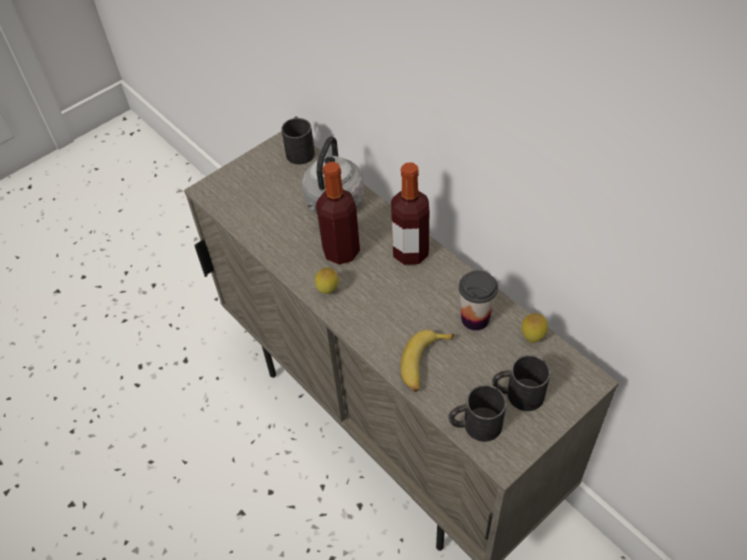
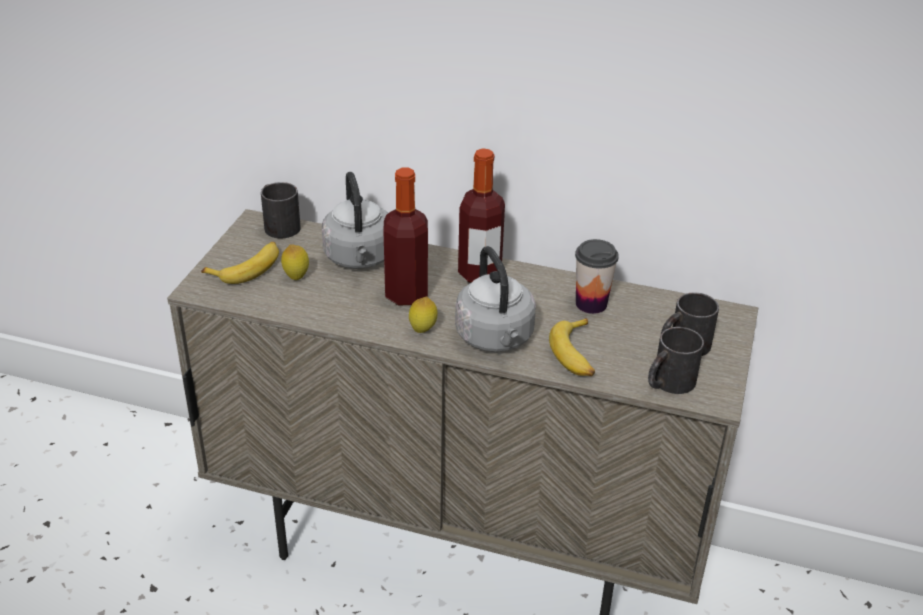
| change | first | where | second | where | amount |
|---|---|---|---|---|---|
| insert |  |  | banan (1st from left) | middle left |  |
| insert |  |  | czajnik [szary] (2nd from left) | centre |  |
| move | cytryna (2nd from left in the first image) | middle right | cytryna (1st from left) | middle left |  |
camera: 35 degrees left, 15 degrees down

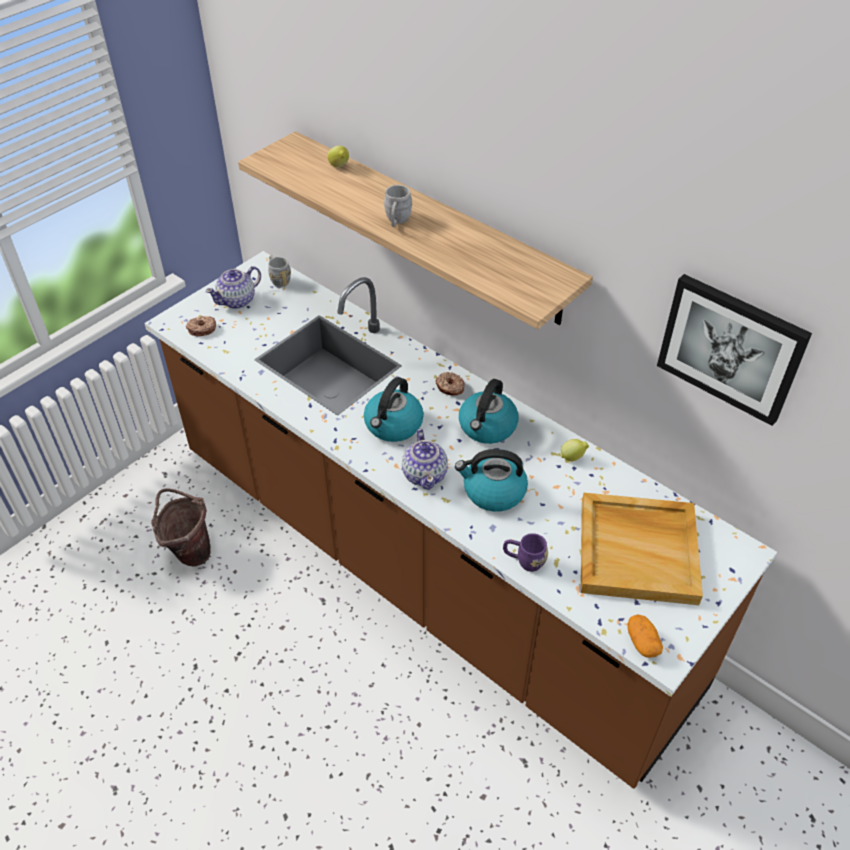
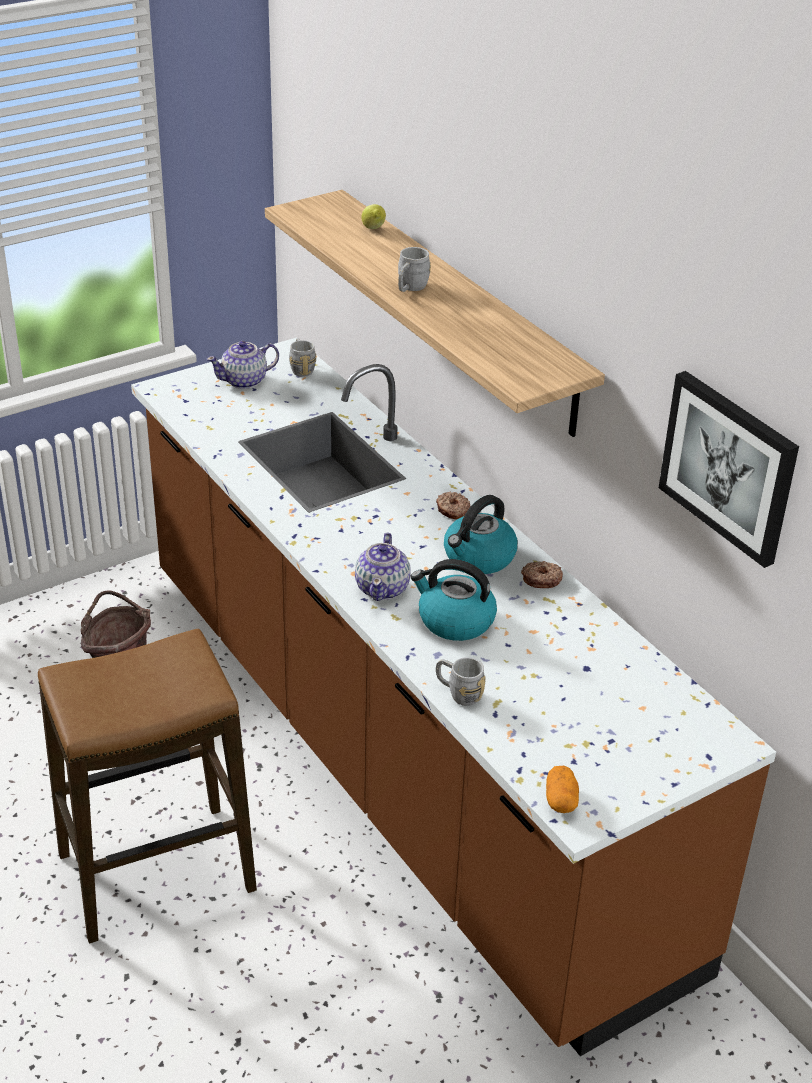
| change | first | where | second | where | amount |
|---|---|---|---|---|---|
| delete | czajnik (1st from left) | centre |  |  |  |
| delete | cytryna (2nd from left) | middle right |  |  |  |
| delete | taca [beżowy] | middle right |  |  |  |
| insert |  |  | stołek | bottom left |  |
| move | donut (1st from left in the first image) | middle left | donut (2nd from left) | middle right |  |
| recolor | kubek [fioletowy] | centre | kubek [szary] (3rd from left) | centre |  |
camera: 15 degrees right, 10 degrees down

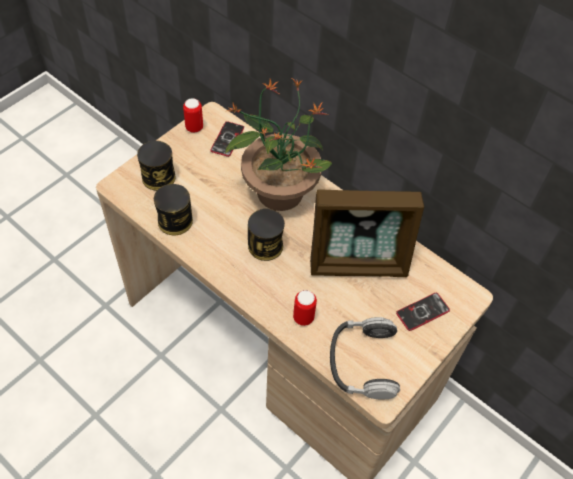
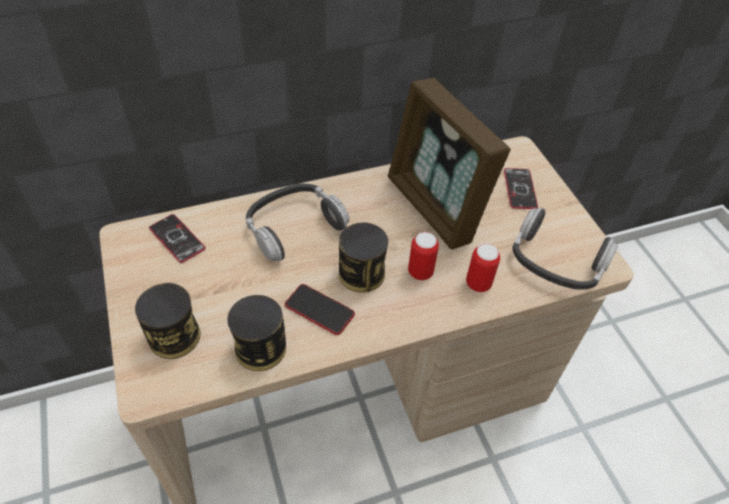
| change | first | where | second | where | amount |
|---|---|---|---|---|---|
| insert |  |  | telefon (2nd from left) | centre |  |
| move | puszka (3rd from left in the first image) | top centre | puszka (4th from left) | centre |  |
| replace | roślina doniczkowa | top centre | słuchawki (1st from left) | centre |  |
| rotate | ramka na zdjęcie | centre |  | top centre | 120 degrees clockwise |
camera: 60 degrees left, 5 degrees down

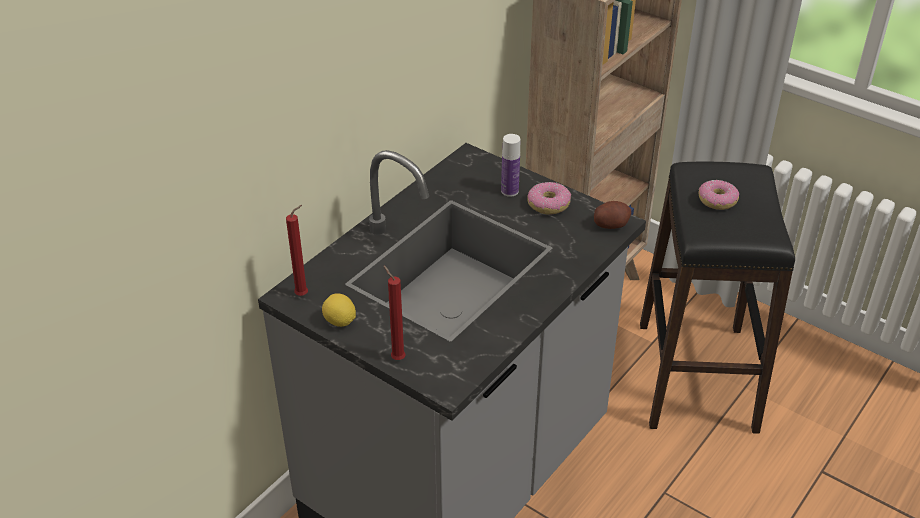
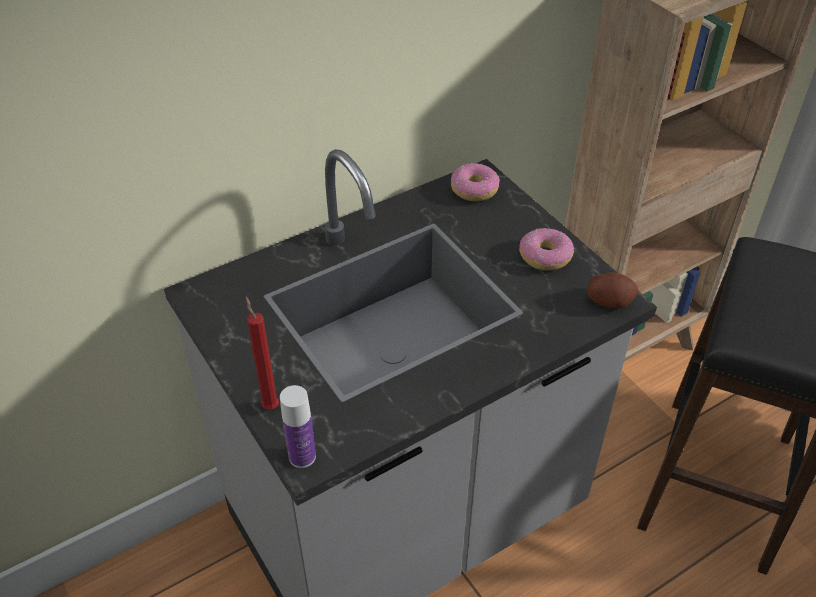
| change | first | where | second | where | amount |
|---|---|---|---|---|---|
| delete | świeca [czerwony] (1st from left) | middle left |  |  |  |
| delete | cytryna | centre |  |  |  |
| move | butelka | top centre |  | bottom centre |  |
| move | donut (2nd from left in the first image) | middle right | donut (1st from left) | top centre |  |
camera: 20 degrees right, 5 degrees up

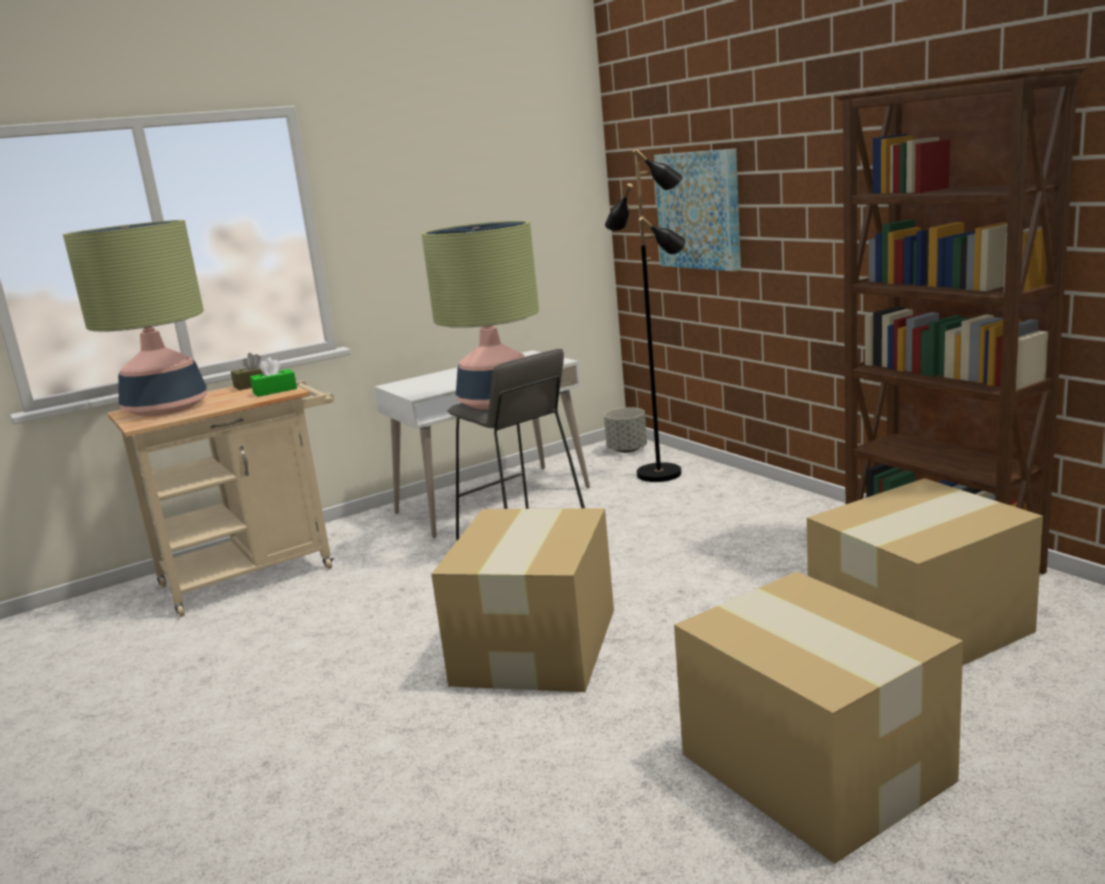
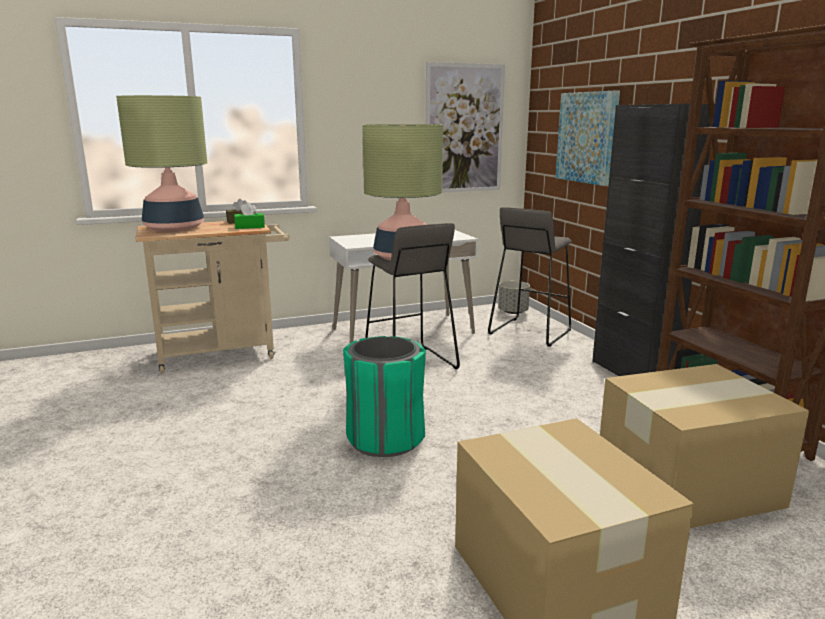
| change | first | where | second | where | amount |
|---|---|---|---|---|---|
| insert |  |  | obraz (1st from left) | top centre |  |
| insert |  |  | szafka [czarny] | middle right |  |
| replace | karton (1st from left) | bottom centre | kosz na śmieci [zielony] | centre |  |
| replace | lampa stojąca [czarny] | centre | stołek [szary] (2nd from left) | centre |  |
camera: 10 degrees right, 0 degrees up

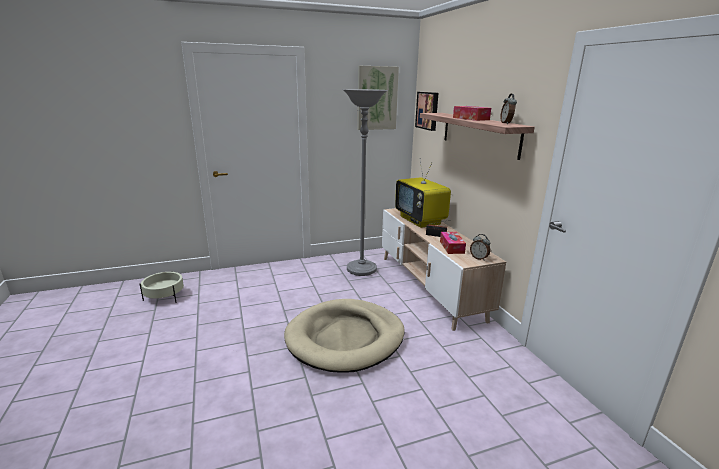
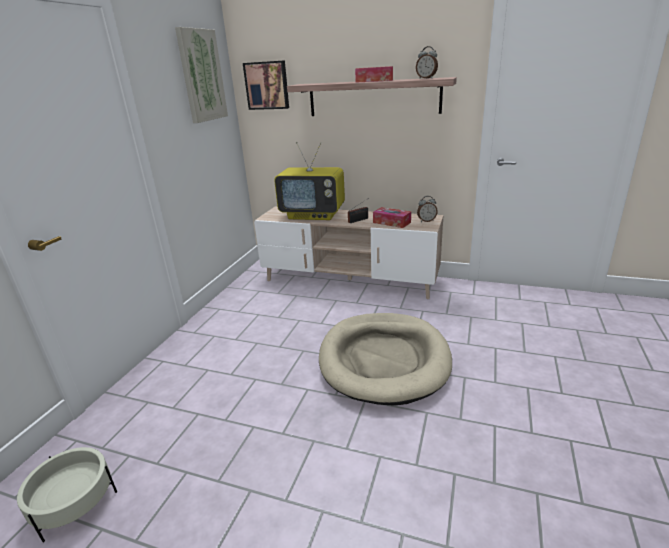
| change | first | where | second | where | amount |
|---|---|---|---|---|---|
| delete | lampa stojąca [szary] | centre |  |  |  |
camera: 50 degrees left, 5 degrees up

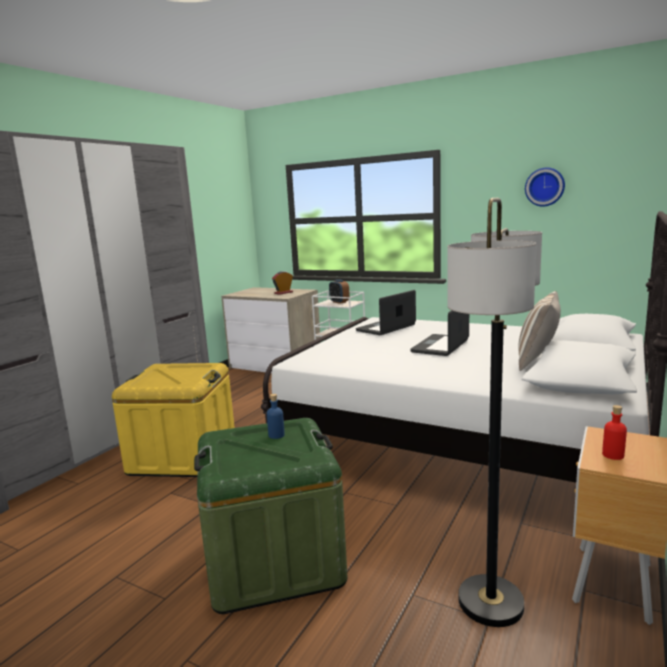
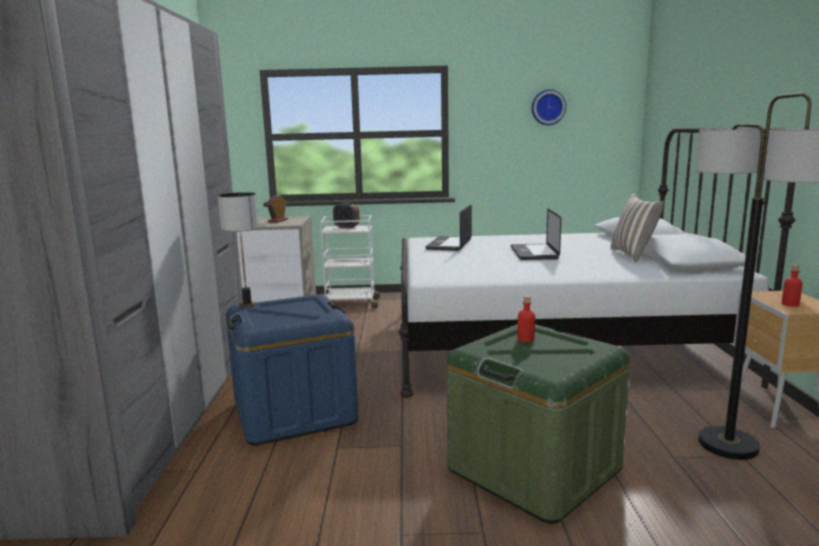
| change | first | where | second | where | amount |
|---|---|---|---|---|---|
| insert |  |  | lampa stołowa | middle left |  |
| recolor | pojemnik do przechowywania [żółty] | middle left | pojemnik do przechowywania [niebieski] | bottom centre |  |
| recolor | butelka [niebieski] | centre | butelka [czerwony] (1st from left) | centre |  |
camera: 30 degrees left, 0 degrees up

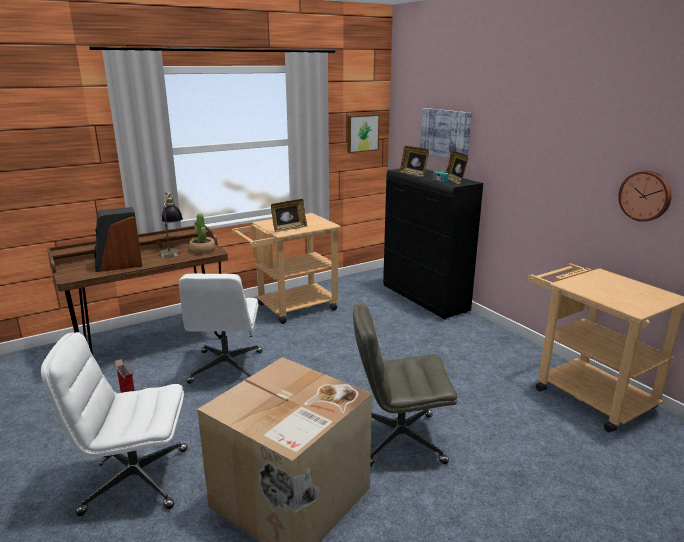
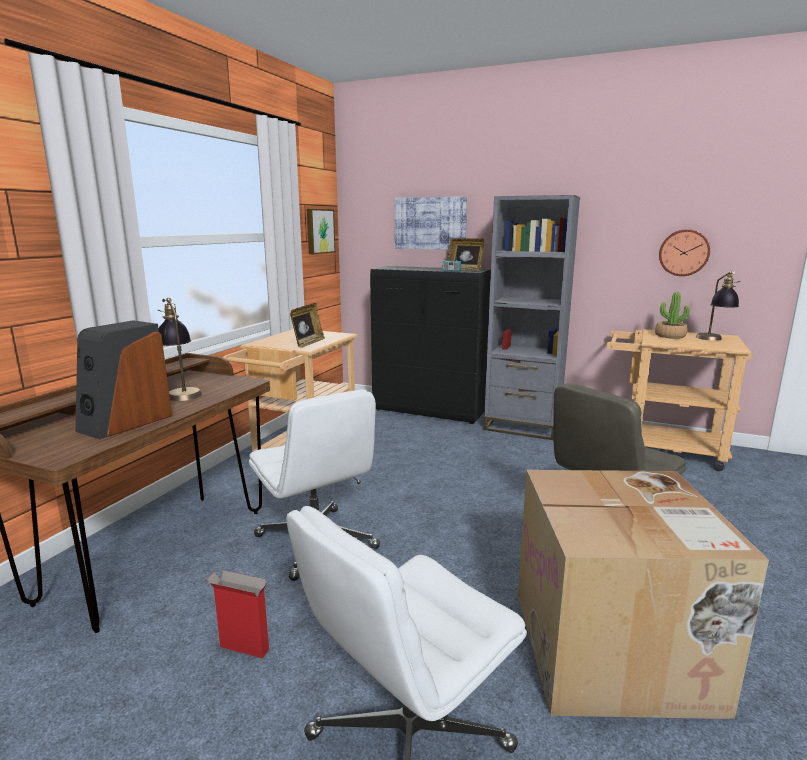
| change | first | where | second | where | amount |
|---|---|---|---|---|---|
| delete | ramka na zdjęcie (2nd from left) | top centre |  |  |  |
| insert |  |  | regał [szary] | centre |  |
| insert |  |  | lampa stołowa (2nd from left) | middle right |  |
| move | roślina doniczkowa | middle left |  | middle right |  |
camera: 35 degrees left, 5 degrees down

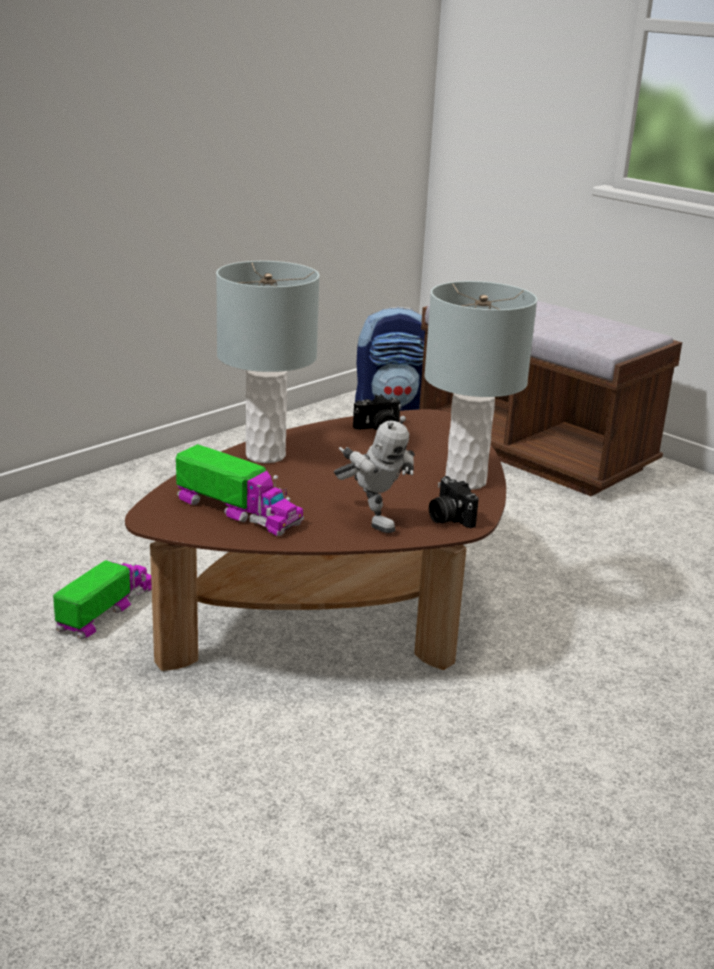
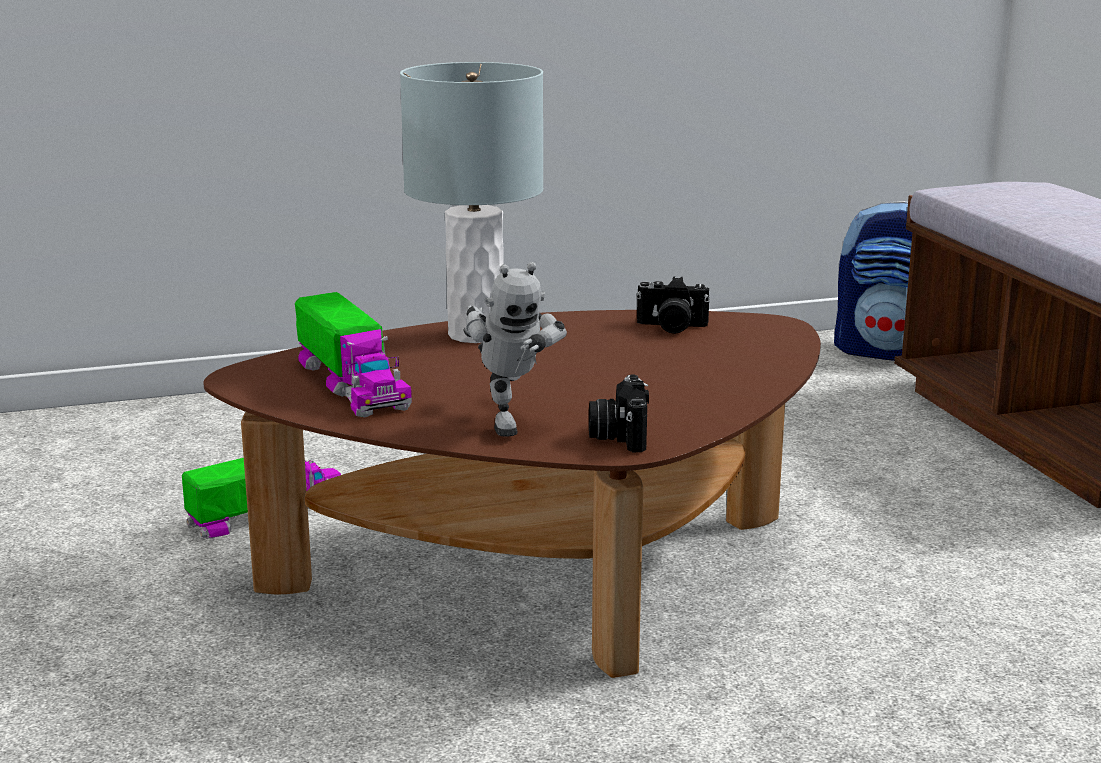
| change | first | where | second | where | amount |
|---|---|---|---|---|---|
| delete | lampa stołowa [szary] (2nd from left) | middle right |  |  |  |
camera: 30 degrees right, 5 degrees down

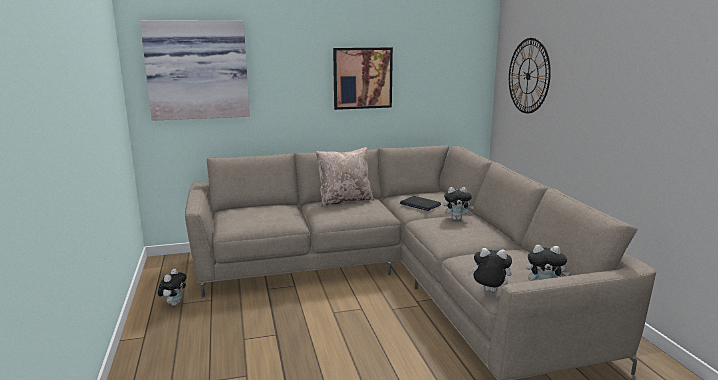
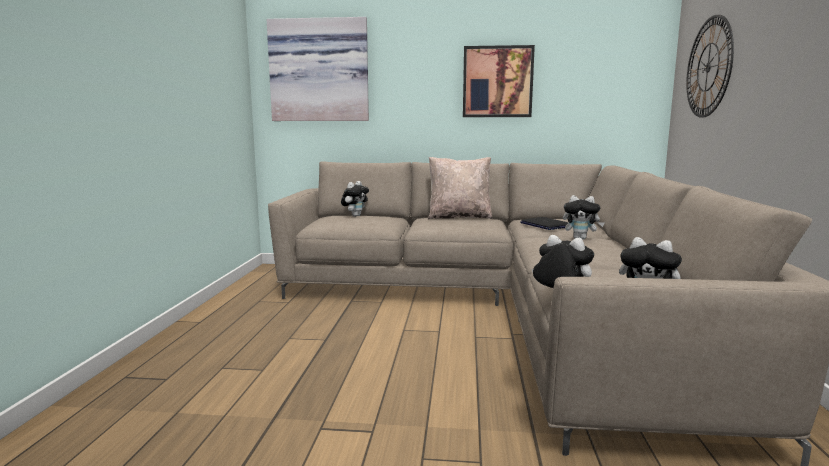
| change | first | where | second | where | amount |
|---|---|---|---|---|---|
| move | pluszak (1st from left) | bottom left |  | centre |  |
camera: 20 degrees right, 5 degrees down

